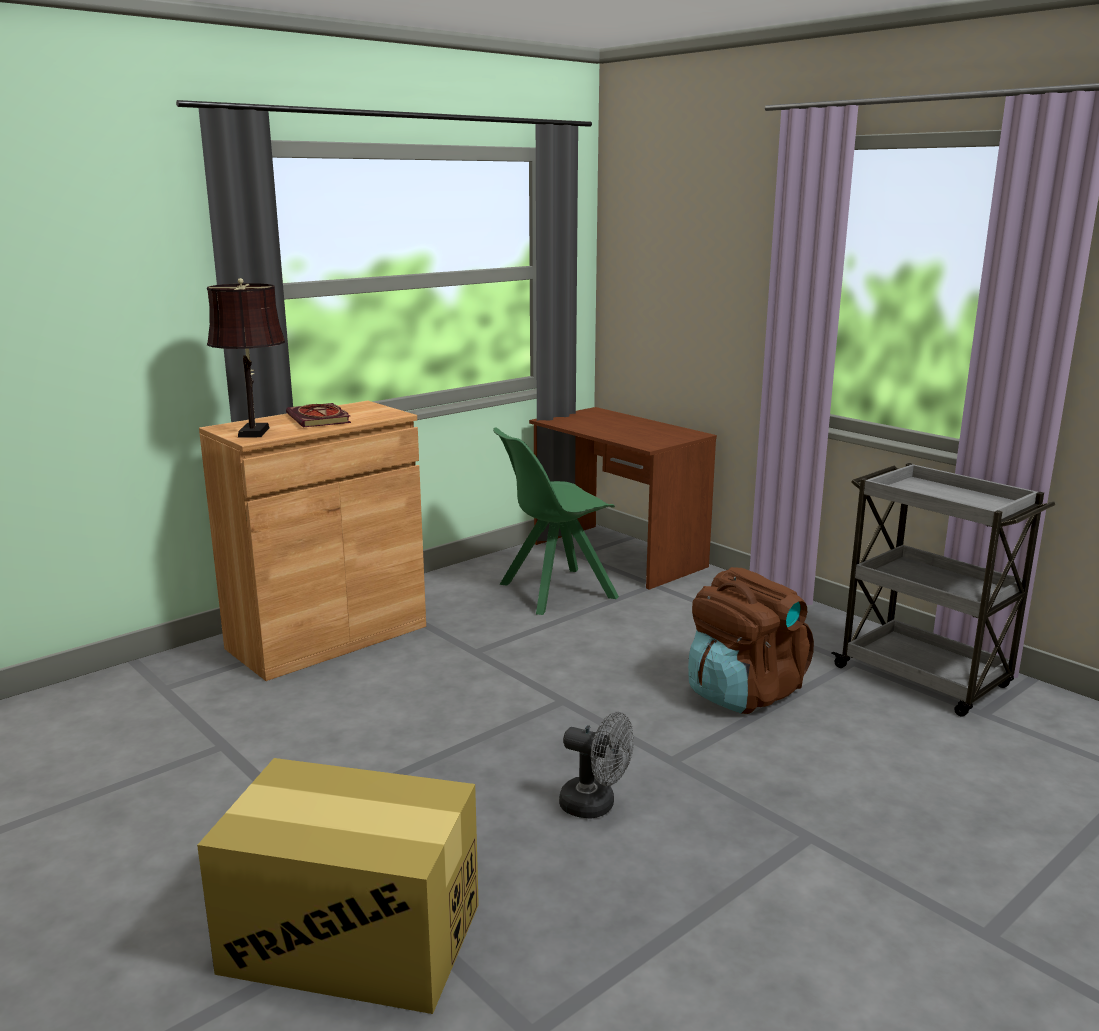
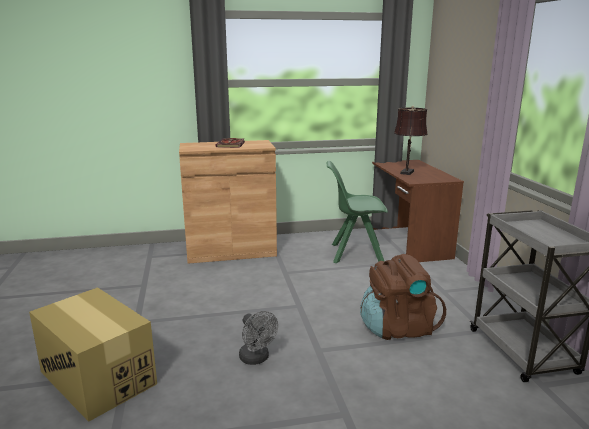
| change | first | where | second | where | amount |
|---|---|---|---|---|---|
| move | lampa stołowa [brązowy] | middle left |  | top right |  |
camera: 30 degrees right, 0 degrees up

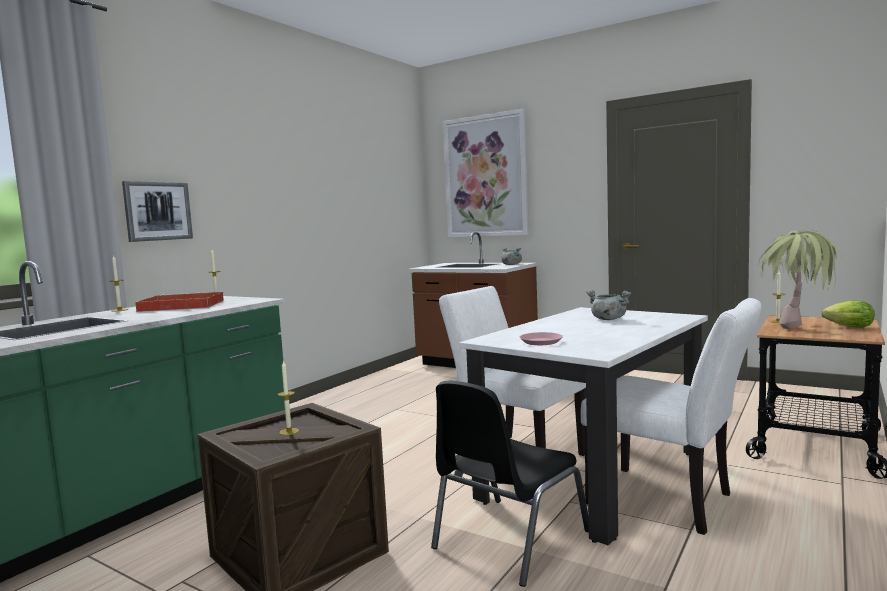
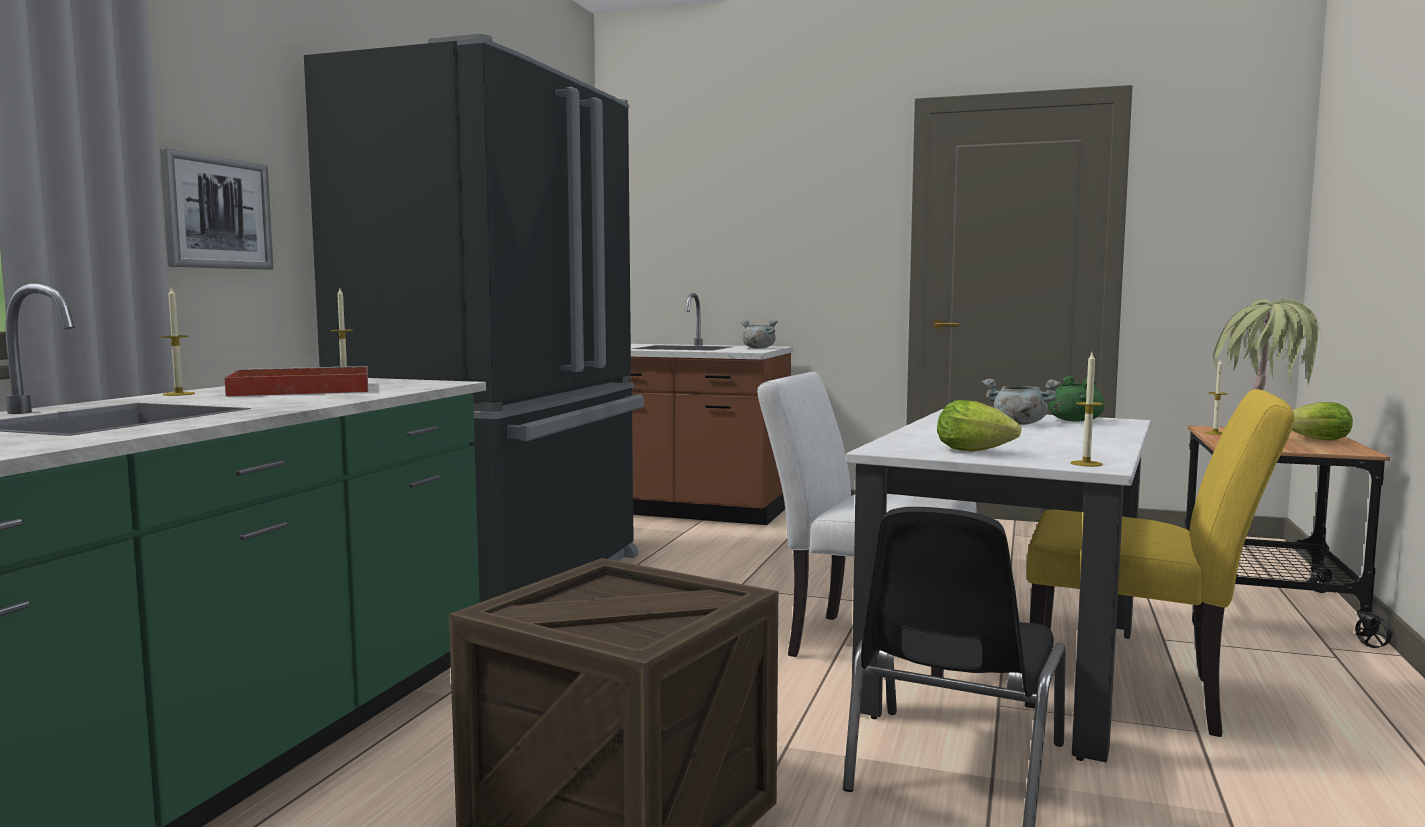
| change | first | where | second | where | amount |
|---|---|---|---|---|---|
| delete | obraz (2nd from left) | top centre |  |  |  |
| insert |  |  | lodówka [czarny] | middle left |  |
| insert |  |  | garnek [zielony] | middle right |  |
| move | świeca (3rd from left) | bottom left |  | middle right |  |
| replace | talerz [różowy] | centre | sałata (1st from left) | middle right |  |
| recolor | krzesło [biały] (2nd from left) | bottom right | krzesło [żółty] | bottom right |  |
camera: 15 degrees left, 0 degrees up

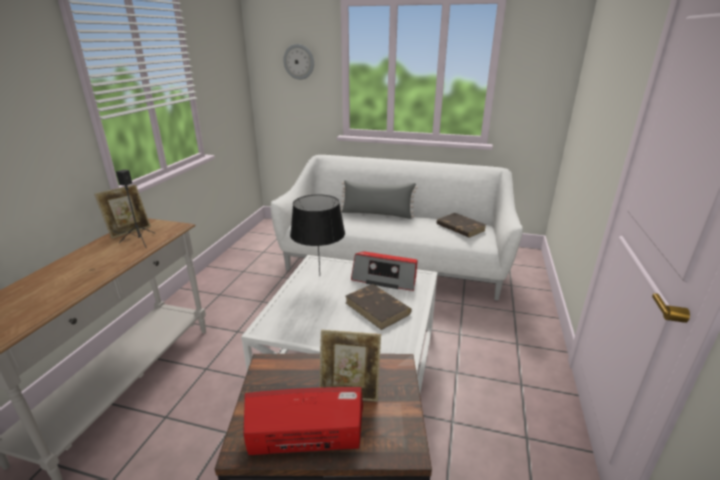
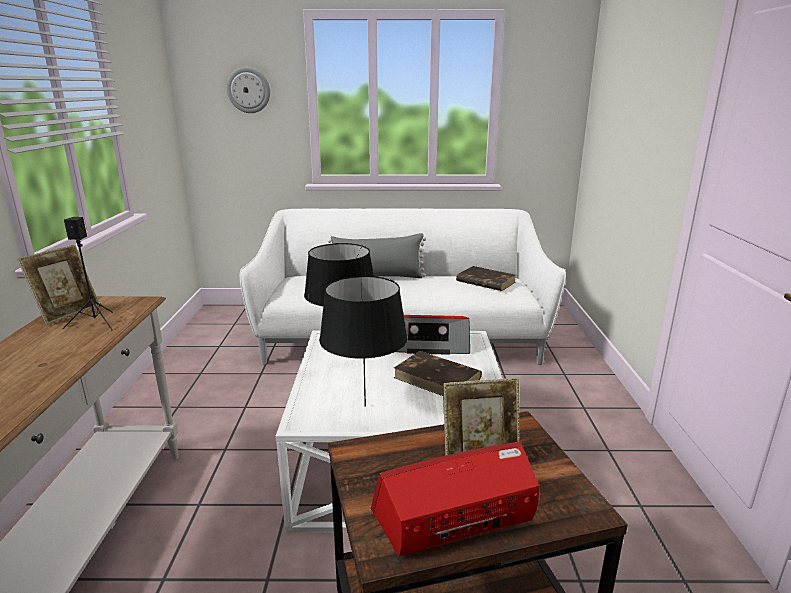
| change | first | where | second | where | amount |
|---|---|---|---|---|---|
| insert |  |  | lampa stołowa [czarny] (2nd from left) | centre |  |
camera: 15 degrees left, 5 degrees down

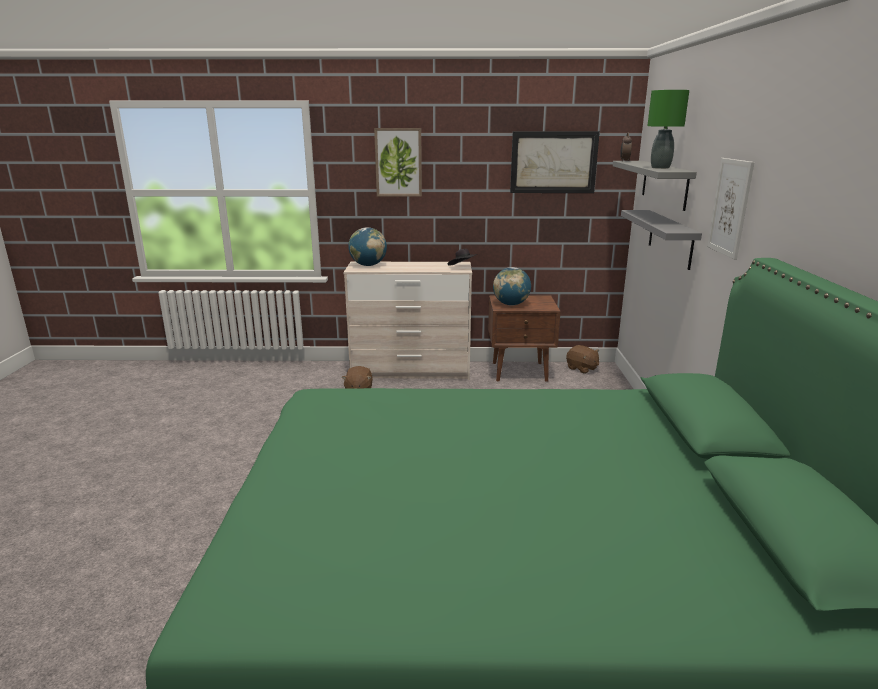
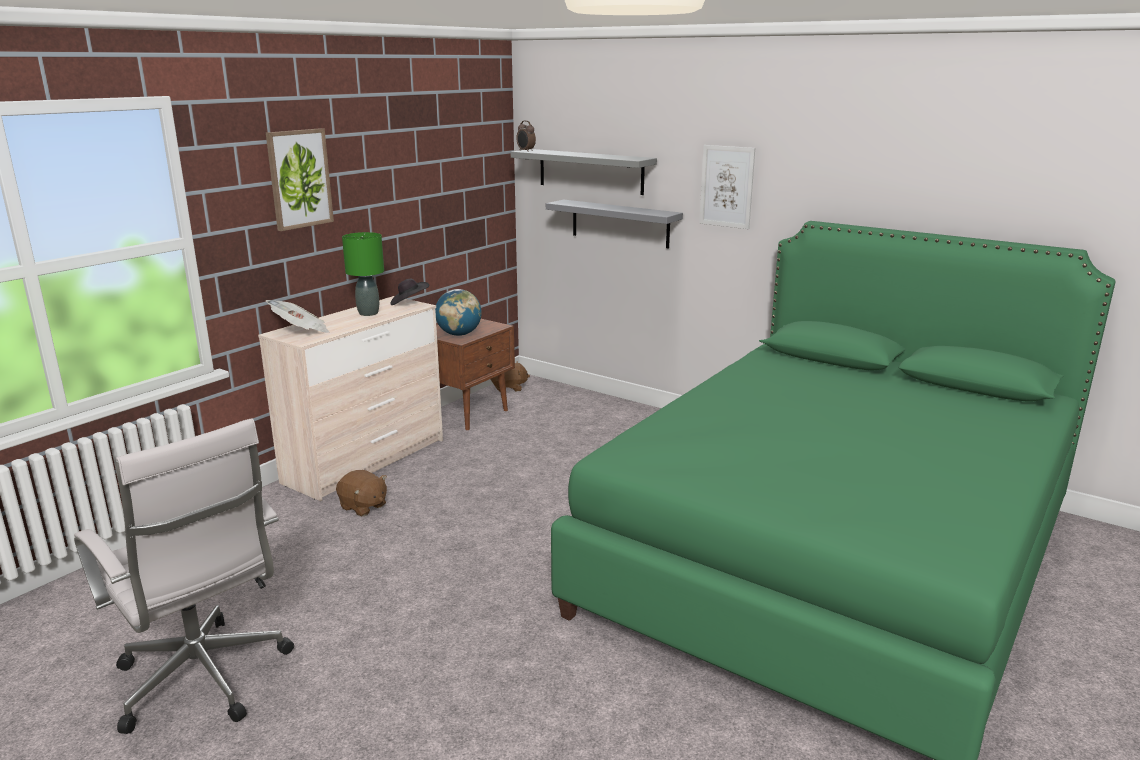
| change | first | where | second | where | amount |
|---|---|---|---|---|---|
| delete | obraz (2nd from left) | top centre |  |  |  |
| insert |  |  | krzesło biurowe [biały] | bottom left |  |
| move | lampa stołowa [zielony] | top right |  | middle left |  |
| replace | globus (1st from left) | centre | gazeta | middle left |  |
camera: 55 degrees left, 0 degrees up

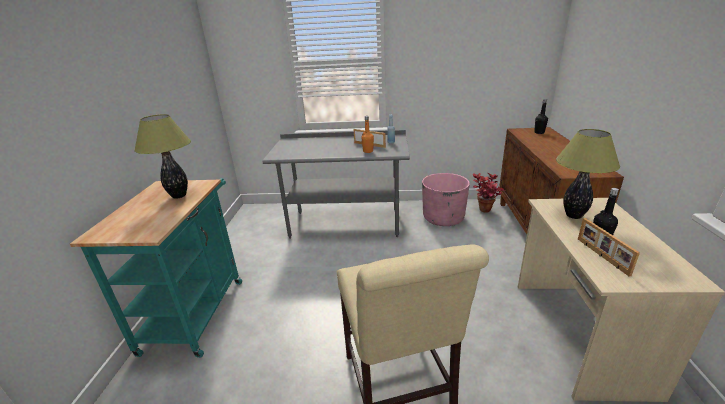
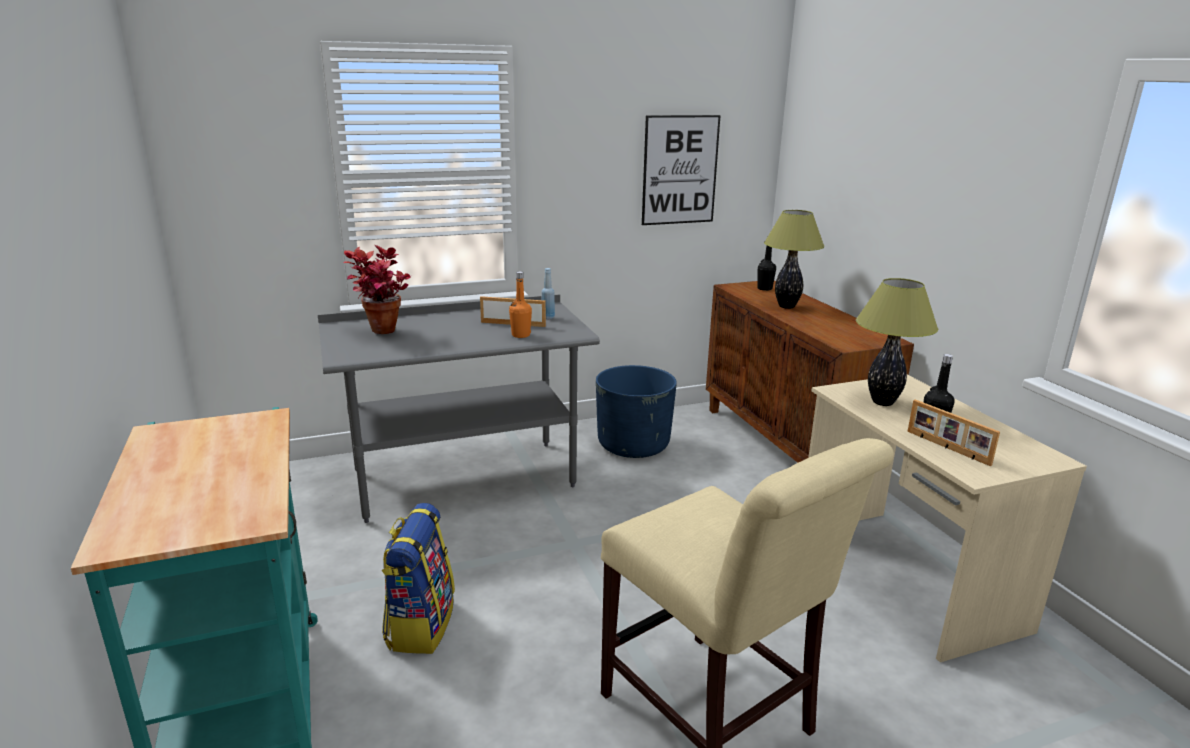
| change | first | where | second | where | amount |
|---|---|---|---|---|---|
| insert |  |  | plecak | bottom centre |  |
| insert |  |  | obraz | top centre |  |
| move | lampa stołowa (1st from left) | middle left |  | middle right |  |
| move | roślina doniczkowa | middle right |  | middle left |  |
| recolor | donica [różowy] | centre | donica [niebieski] | centre |  |
camera: 25 degrees left, 5 degrees down

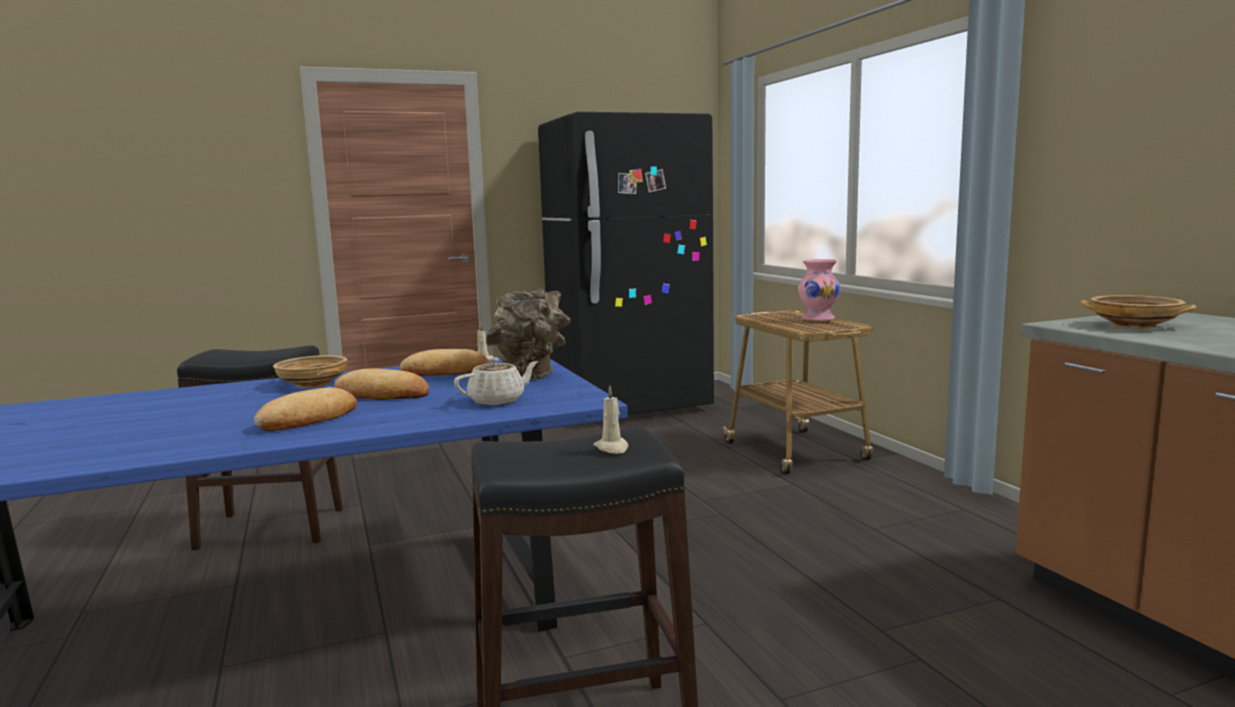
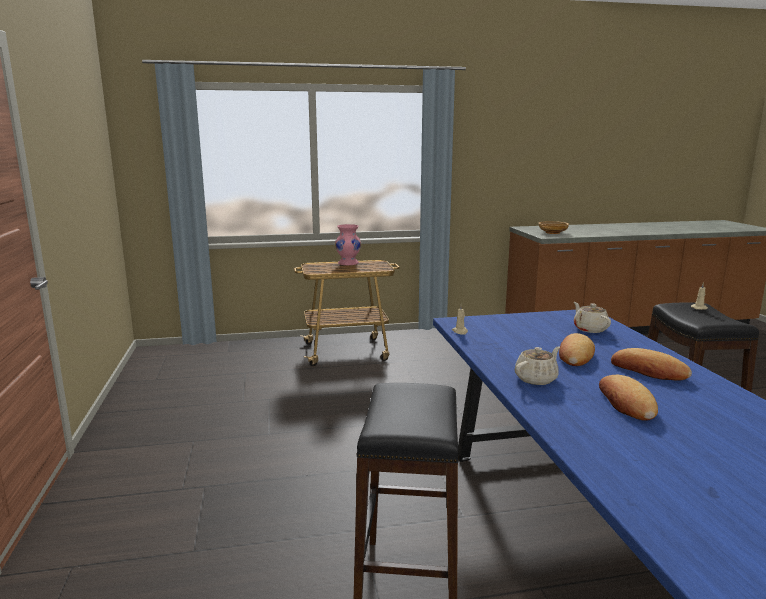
| change | first | where | second | where | amount |
|---|---|---|---|---|---|
| delete | wazon [brązowy] | centre |  |  |  |
| delete | lodówka [czarny] | centre |  |  |  |
| move | chleb (3rd from left in the first image) | centre | chleb (2nd from left) | middle right |  |
| replace | miska [beżowy] (1st from left) | middle left | imbryk [beżowy] (1st from left) | middle right |  |
camera: 80 degrees left, 5 degrees up

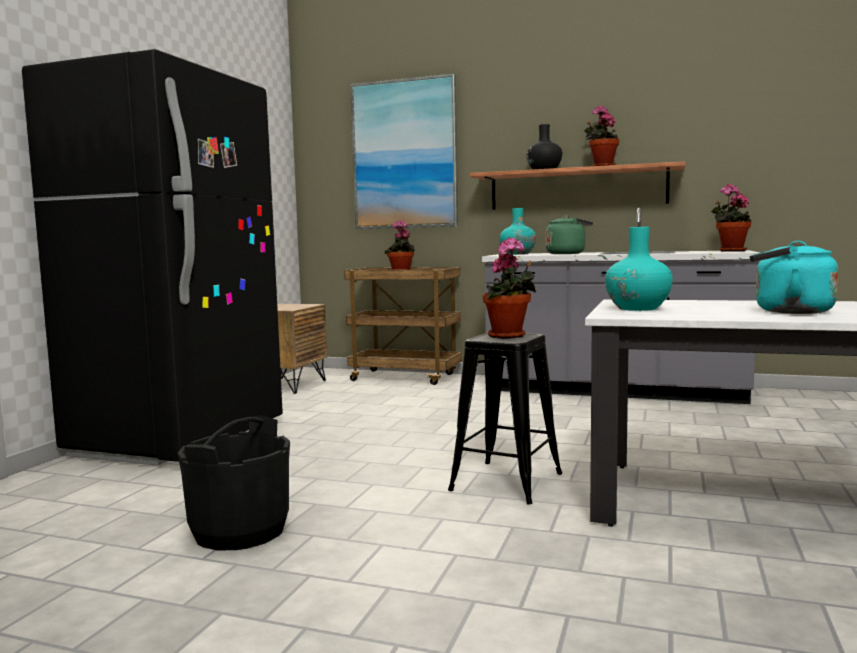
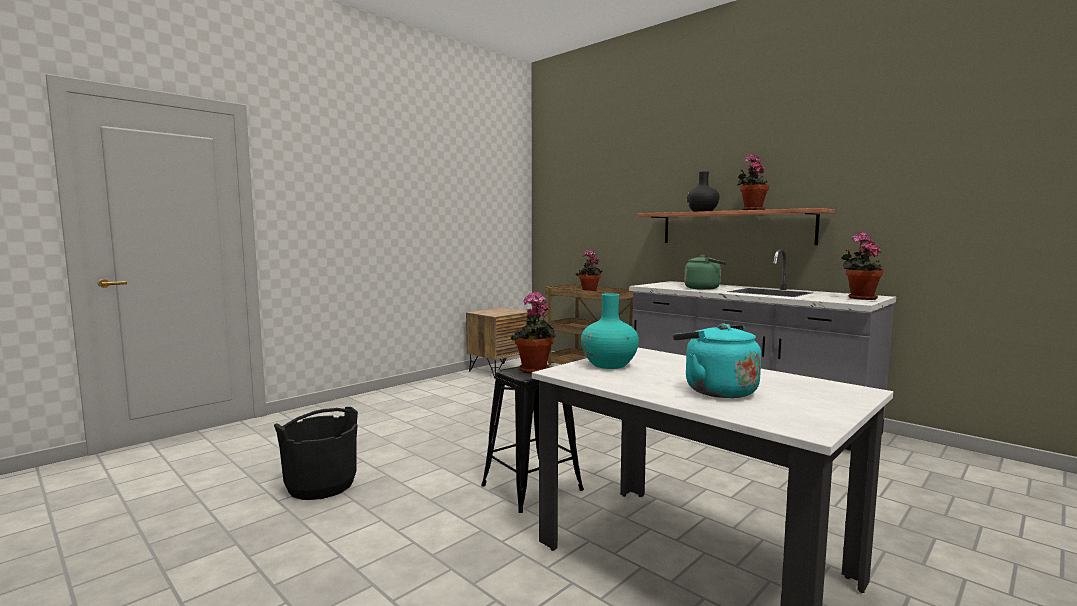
| change | first | where | second | where | amount |
|---|---|---|---|---|---|
| delete | lodówka [czarny] | middle left |  |  |  |
| delete | obraz | top centre |  |  |  |
| delete | wazon [turkusowy] (1st from left) | centre |  |  |  |
camera: 25 degrees right, 0 degrees up

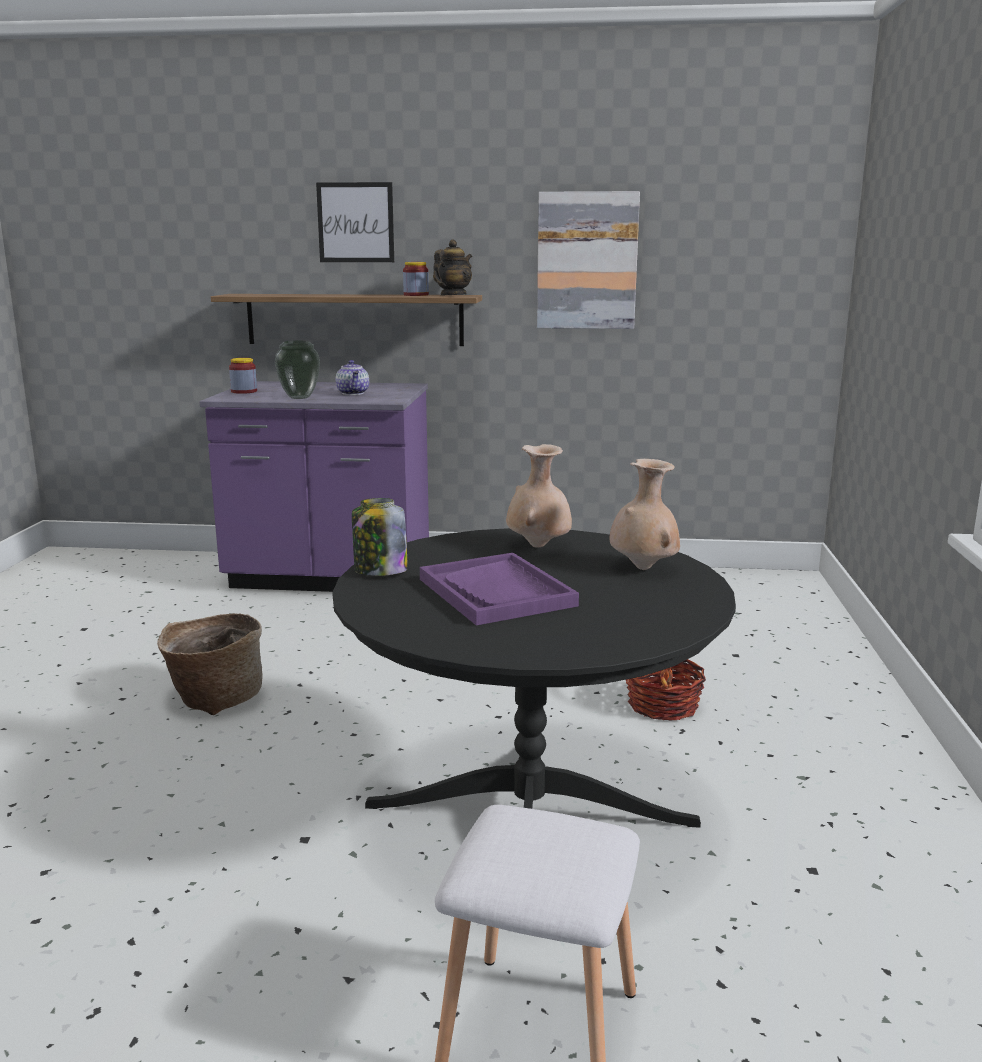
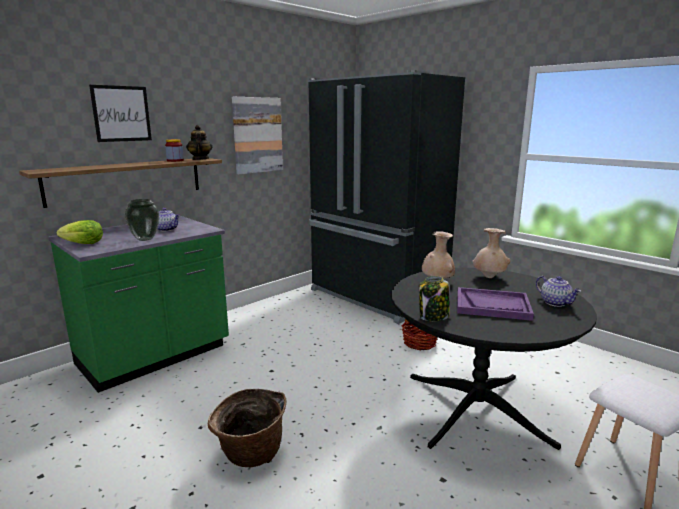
| change | first | where | second | where | amount |
|---|---|---|---|---|---|
| insert |  |  | lodówka [czarny] | centre |  |
| insert |  |  | imbryk (3rd from left) | middle right |  |
| replace | słoik (1st from left) | middle left | sałata | middle left |  |
| recolor | zabudowa kuchenna [fioletowy] | middle left | zabudowa kuchenna [zielony] | middle left |  |
camera: 50 degrees left, 0 degrees up

